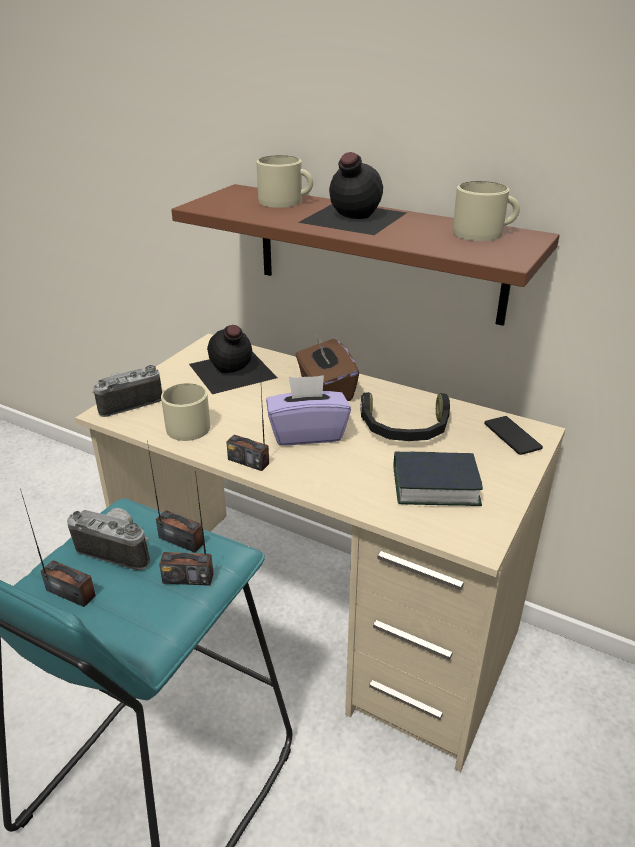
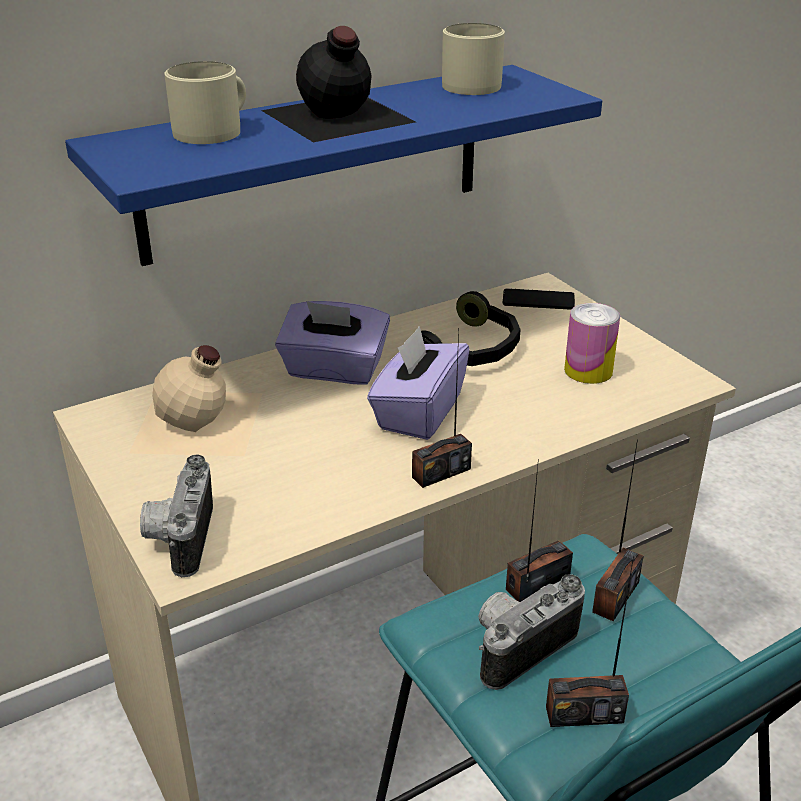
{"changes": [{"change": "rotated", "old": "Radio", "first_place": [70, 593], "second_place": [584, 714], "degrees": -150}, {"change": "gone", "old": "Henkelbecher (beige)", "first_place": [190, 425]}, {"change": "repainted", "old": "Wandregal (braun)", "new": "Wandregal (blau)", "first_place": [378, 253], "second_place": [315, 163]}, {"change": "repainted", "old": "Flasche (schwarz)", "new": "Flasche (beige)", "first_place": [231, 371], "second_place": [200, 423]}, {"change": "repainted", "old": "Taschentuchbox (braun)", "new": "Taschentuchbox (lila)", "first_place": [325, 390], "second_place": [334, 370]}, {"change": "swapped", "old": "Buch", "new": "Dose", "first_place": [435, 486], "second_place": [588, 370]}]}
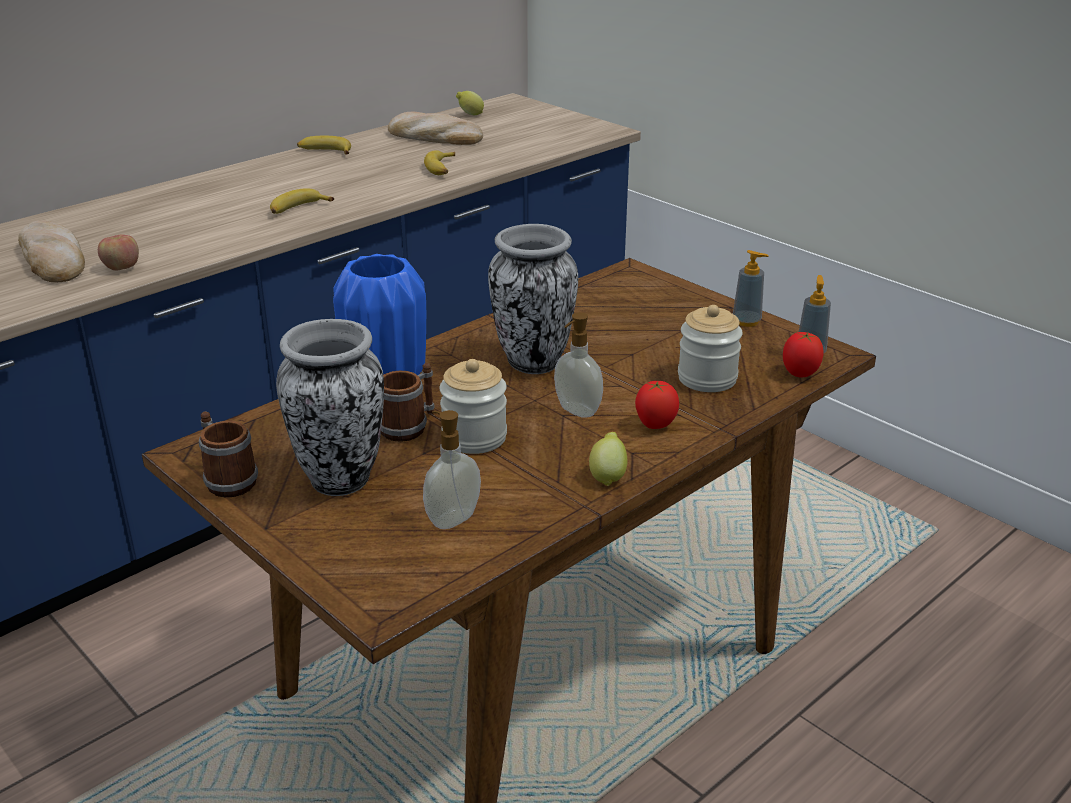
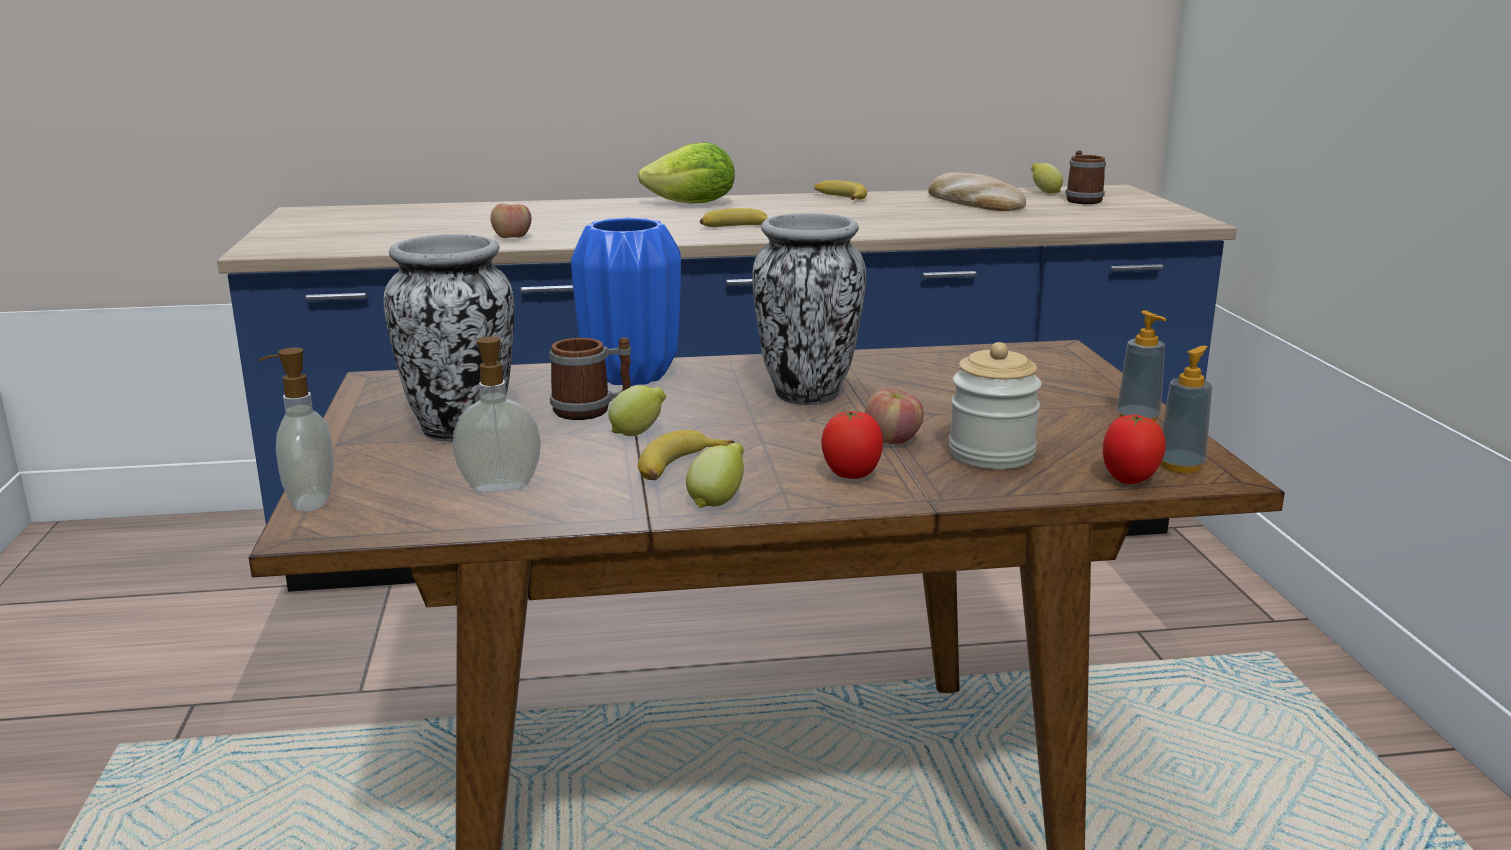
{"changes": [{"change": "gone", "old": "Brot", "first_place": [54, 259]}, {"change": "shifted", "old": "Henkelbecher", "first_place": [227, 479], "second_place": [1081, 200]}, {"change": "shifted", "old": "Banane", "first_place": [442, 169], "second_place": [679, 468]}, {"change": "swapped", "old": "Vorratsglas", "new": "Zitrone", "first_place": [474, 437], "second_place": [638, 434]}, {"change": "shifted", "old": "Seifenspender", "first_place": [576, 411], "second_place": [308, 502]}, {"change": "new", "new": "Salatkopf", "second_place": [693, 204]}, {"change": "new", "new": "Apfel", "second_place": [892, 441]}]}
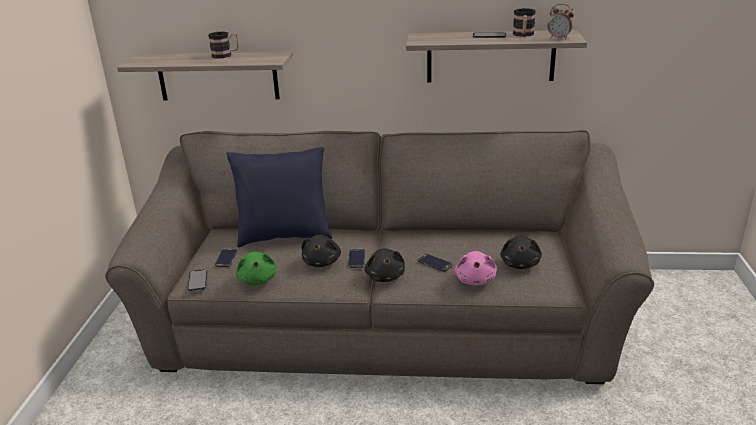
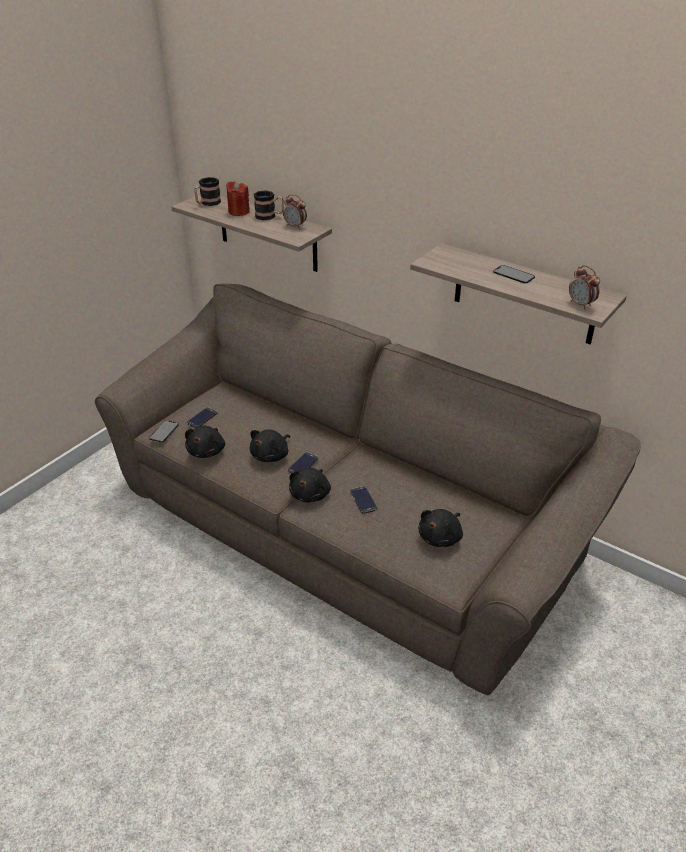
{"changes": [{"change": "gone", "old": "Kissen (blau)", "first_place": [284, 236]}, {"change": "repainted", "old": "Plüschtier (grün)", "new": "Plüschtier (schwarz)", "first_place": [258, 279], "second_place": [207, 451]}, {"change": "gone", "old": "Plüschtier (rosa)", "first_place": [475, 280]}, {"change": "shifted", "old": "Henkelbecher", "first_place": [523, 35], "second_place": [207, 203]}, {"change": "new", "new": "Kerze (rot)", "second_place": [239, 212]}, {"change": "new", "new": "Wecker", "second_place": [295, 226]}]}
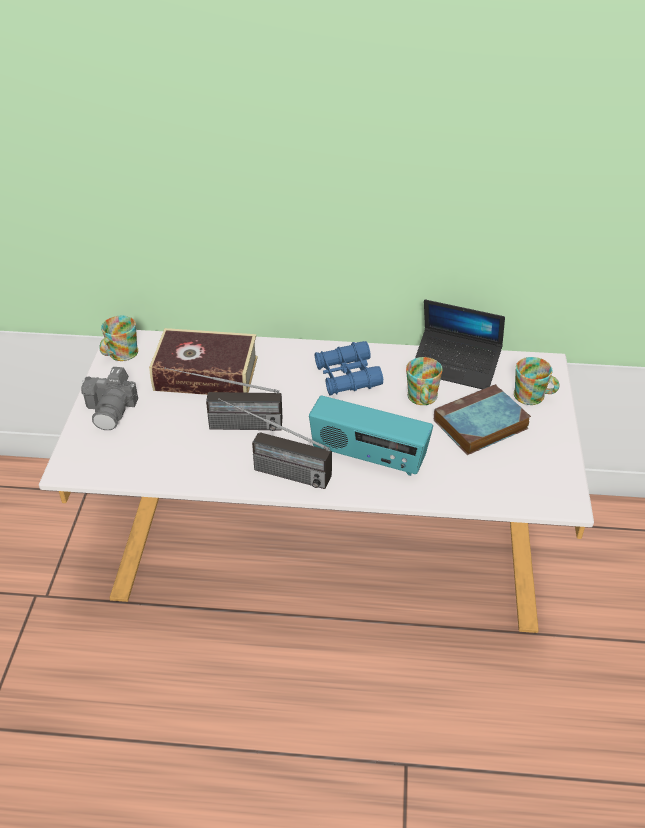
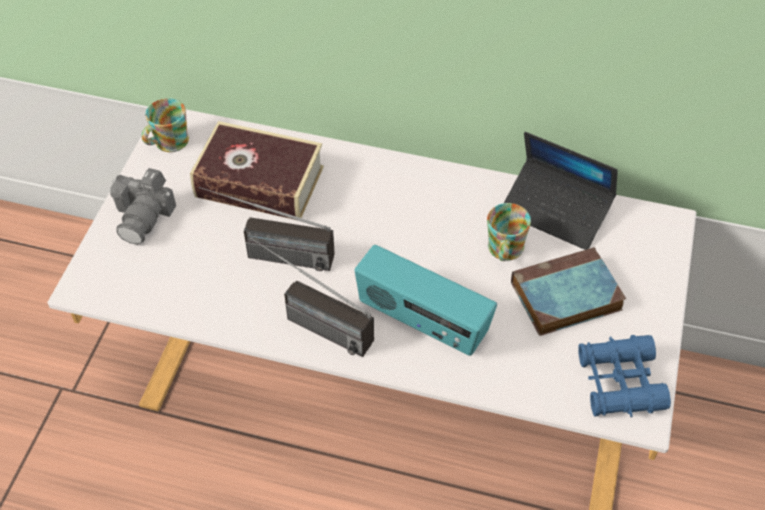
{"changes": [{"change": "shifted", "old": "Fernglas (blau)", "first_place": [347, 376], "second_place": [619, 383]}, {"change": "gone", "old": "Henkelbecher", "first_place": [533, 396]}]}
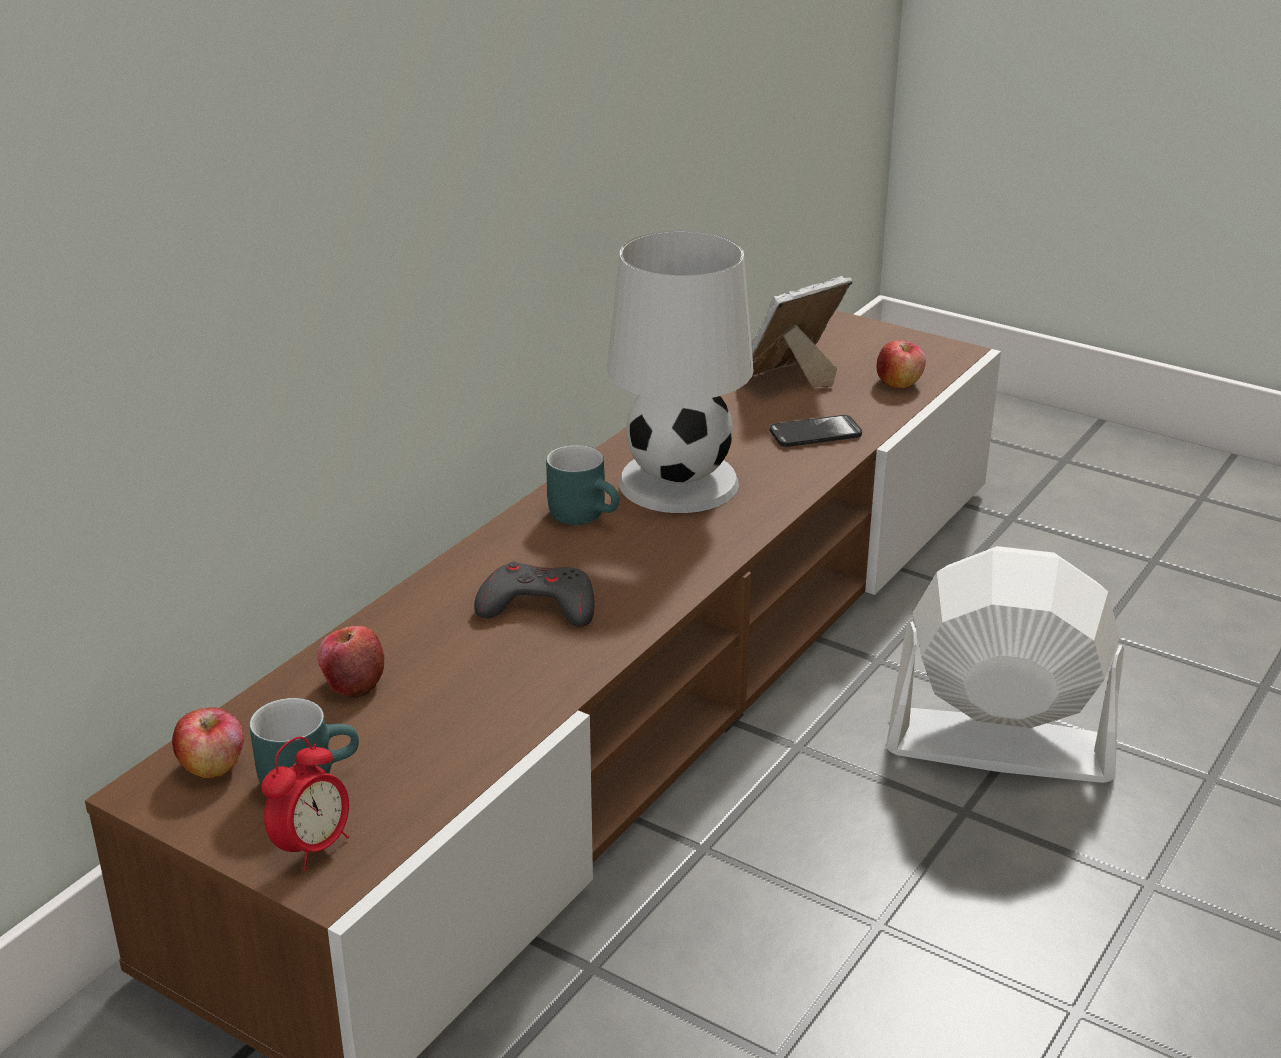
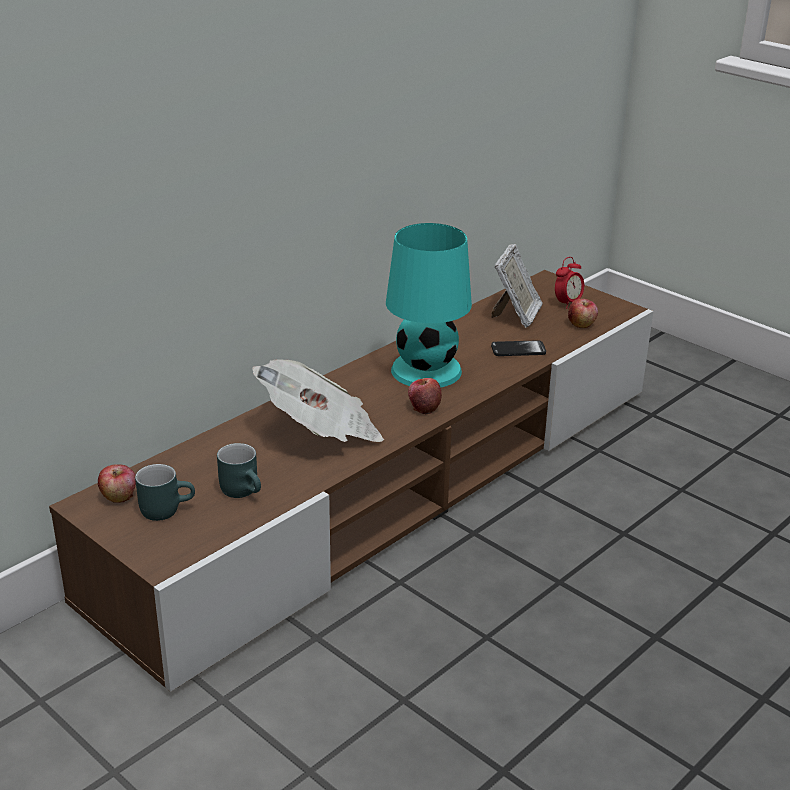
{"changes": [{"change": "shifted", "old": "Wecker", "first_place": [312, 847], "second_place": [567, 303]}, {"change": "shifted", "old": "Apfel", "first_place": [353, 683], "second_place": [424, 407]}, {"change": "swapped", "old": "Gamepad (grau)", "new": "Zeitung", "first_place": [538, 605], "second_place": [321, 431]}, {"change": "shifted", "old": "Henkelbecher (türkis)", "first_place": [586, 514], "second_place": [244, 490]}, {"change": "repainted", "old": "Tischlampe (weiß)", "new": "Tischlampe (türkis)", "first_place": [677, 482], "second_place": [425, 370]}, {"change": "rotated", "old": "Bilderrahmen", "first_place": [790, 379], "second_place": [516, 315], "degrees": 135}, {"change": "gone", "old": "Ventilator (weiß)", "first_place": [998, 745]}]}
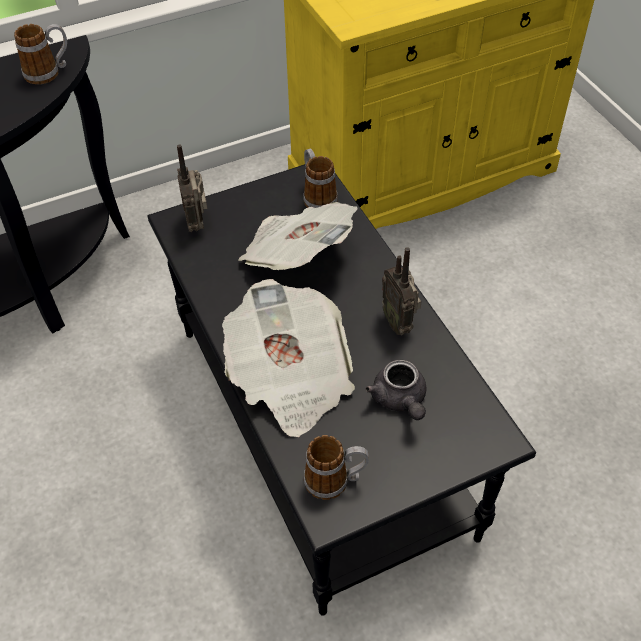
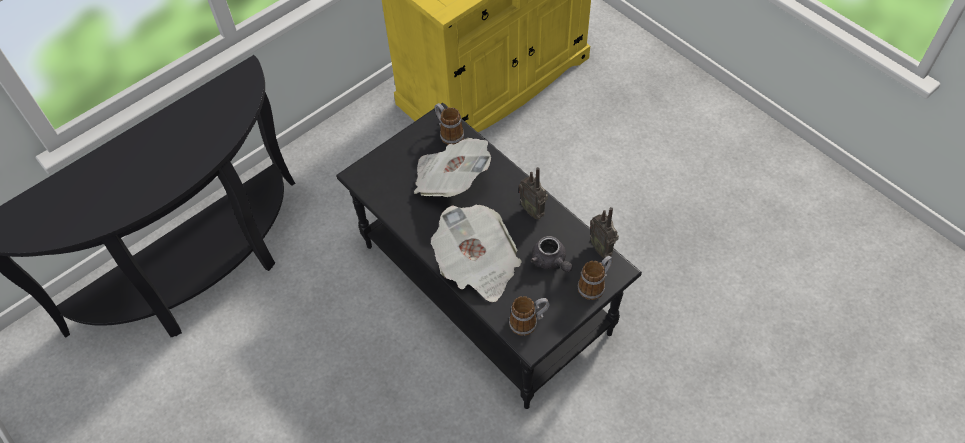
{"changes": [{"change": "shifted", "old": "Henkelbecher", "first_place": [49, 72], "second_place": [595, 285]}, {"change": "shifted", "old": "Radio", "first_place": [197, 223], "second_place": [602, 248]}]}
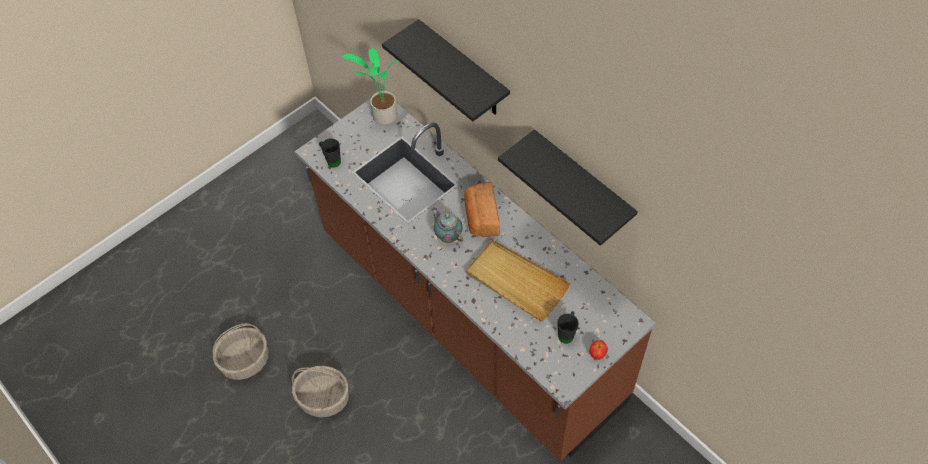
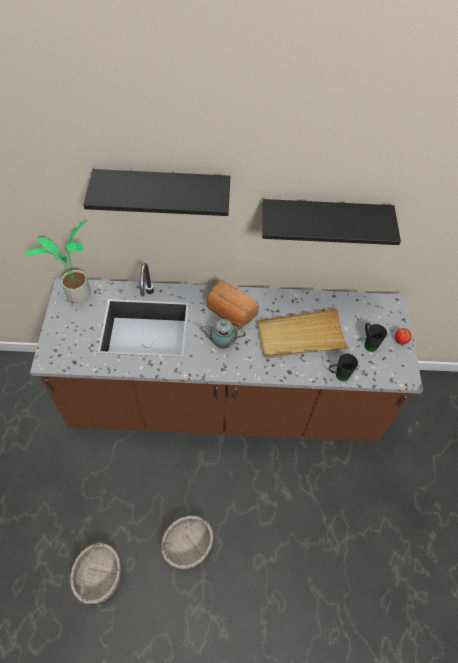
{"changes": [{"change": "shifted", "old": "Henkelbecher (schwarz)", "first_place": [331, 160], "second_place": [338, 375]}]}
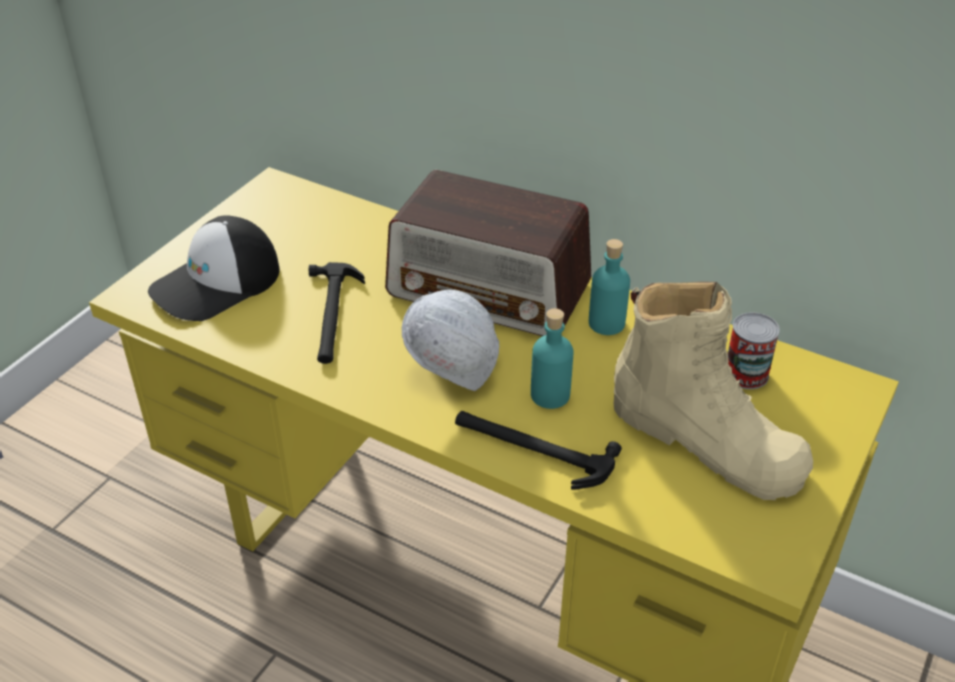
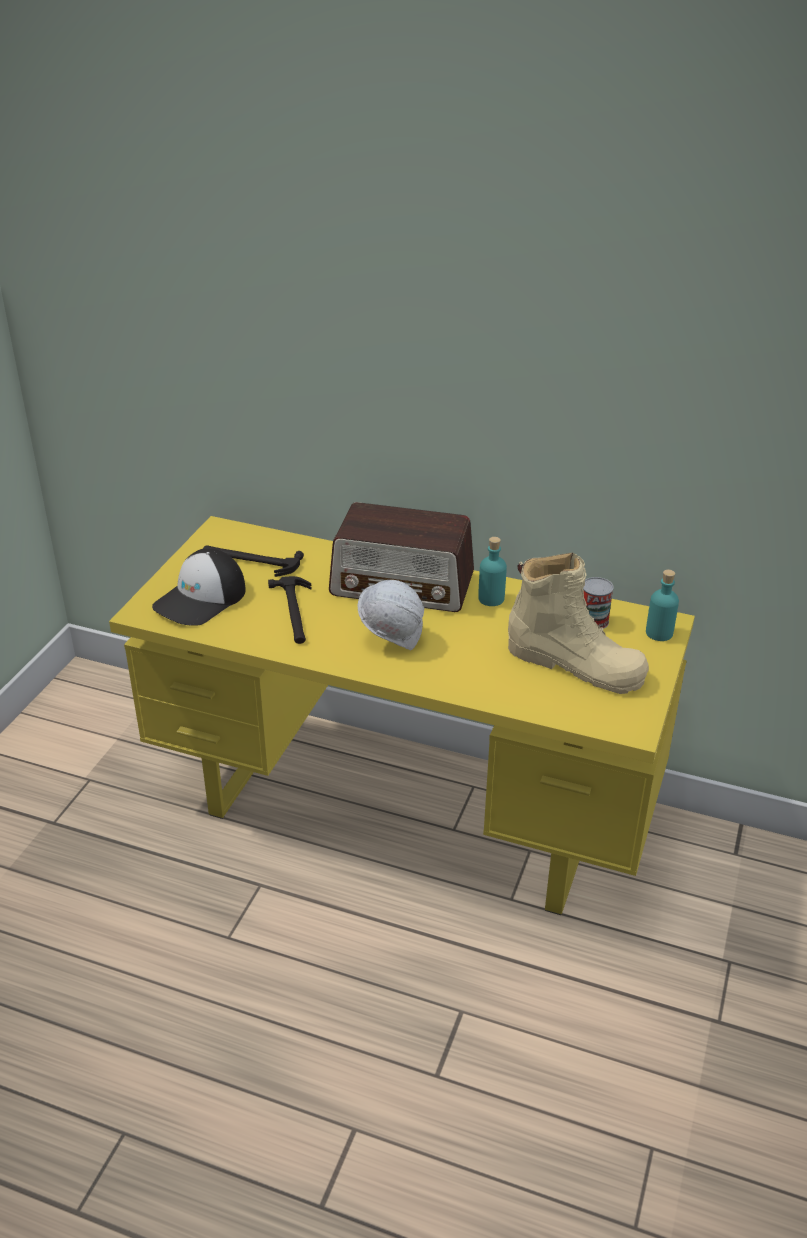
{"changes": [{"change": "shifted", "old": "Hammer", "first_place": [532, 449], "second_place": [250, 561]}, {"change": "shifted", "old": "Flasche (türkis)", "first_place": [550, 395], "second_place": [659, 633]}]}
